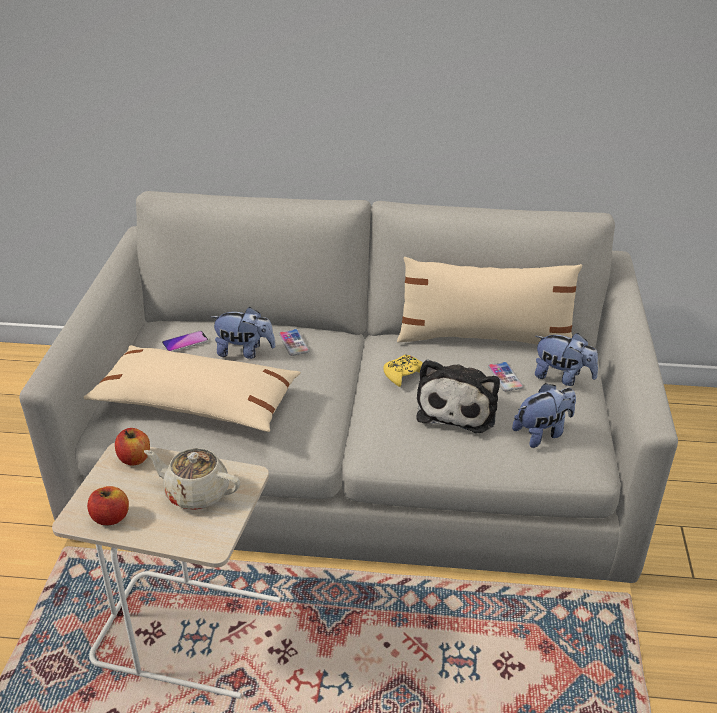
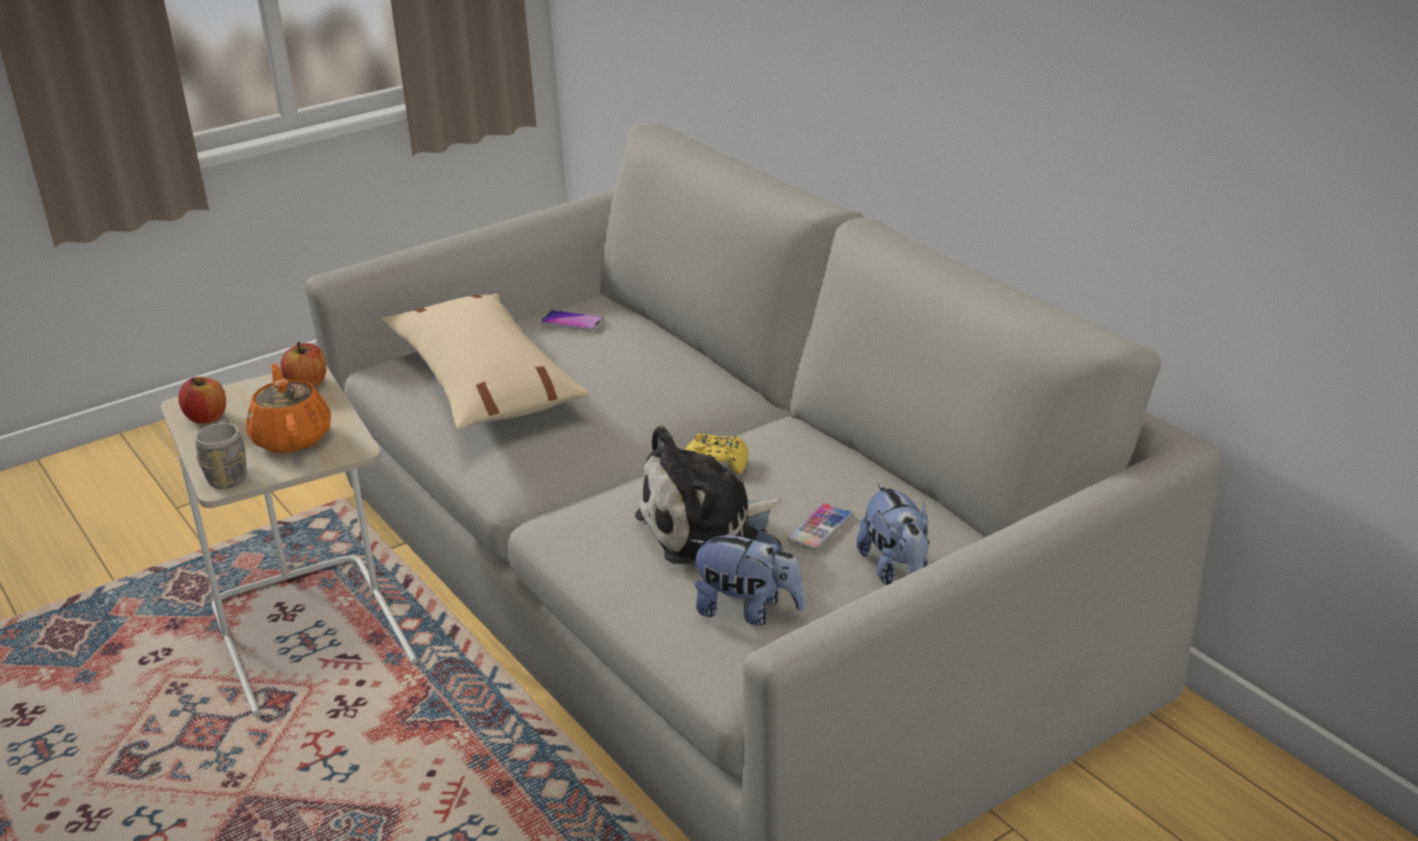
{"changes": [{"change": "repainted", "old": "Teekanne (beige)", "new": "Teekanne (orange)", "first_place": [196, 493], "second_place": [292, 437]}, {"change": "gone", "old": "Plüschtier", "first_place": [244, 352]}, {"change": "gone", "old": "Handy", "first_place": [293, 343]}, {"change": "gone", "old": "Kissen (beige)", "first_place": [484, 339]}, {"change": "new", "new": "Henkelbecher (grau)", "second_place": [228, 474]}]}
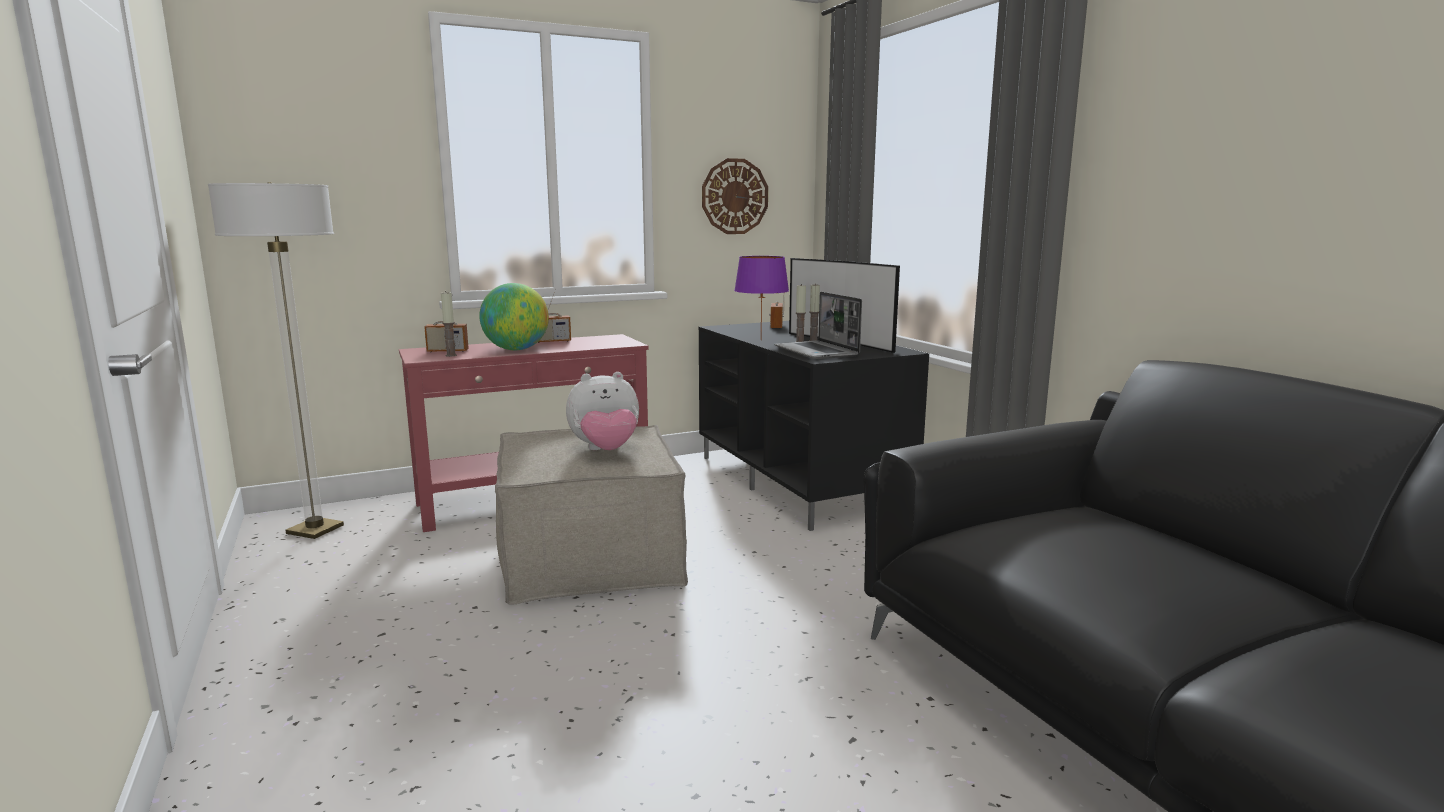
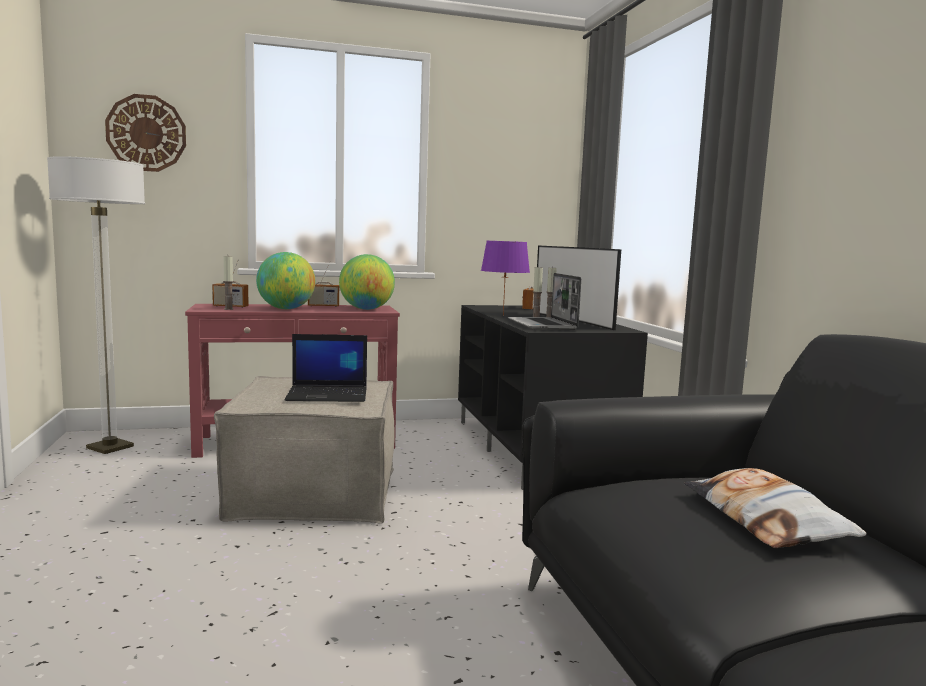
{"changes": [{"change": "swapped", "old": "Plüschtier", "new": "Laptop", "first_place": [605, 451], "second_place": [328, 395]}, {"change": "shifted", "old": "Wanduhr", "first_place": [734, 196], "second_place": [146, 133]}, {"change": "new", "new": "Globus", "second_place": [366, 309]}, {"change": "new", "new": "Kissen", "second_place": [765, 520]}]}
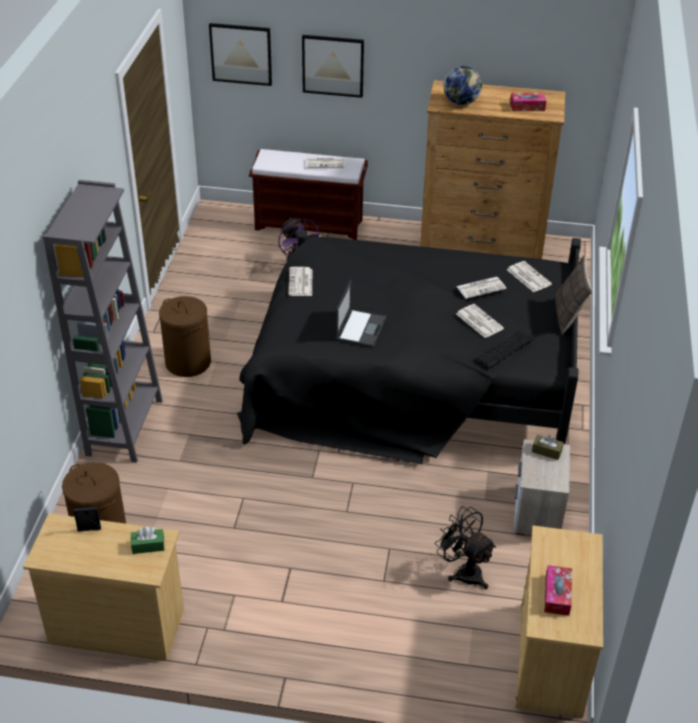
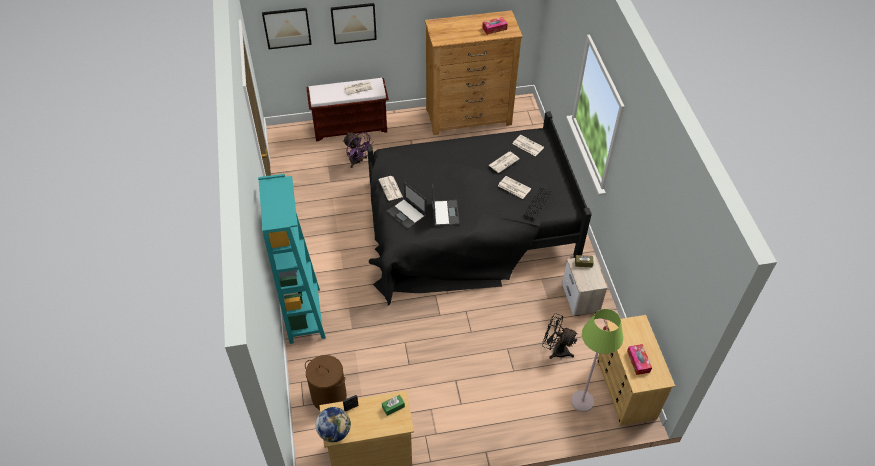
{"changes": [{"change": "repainted", "old": "Bücherregal (grau)", "new": "Bücherregal (türkis)", "first_place": [125, 427], "second_place": [305, 315]}, {"change": "gone", "old": "Wäschekorb (braun)", "first_place": [188, 362]}, {"change": "shifted", "old": "Globus", "first_place": [461, 102], "second_place": [334, 431]}, {"change": "gone", "old": "Kissen", "first_place": [568, 317]}, {"change": "new", "new": "Laptop", "second_place": [407, 214]}, {"change": "new", "new": "Stehlampe (grün)", "second_place": [582, 401]}]}
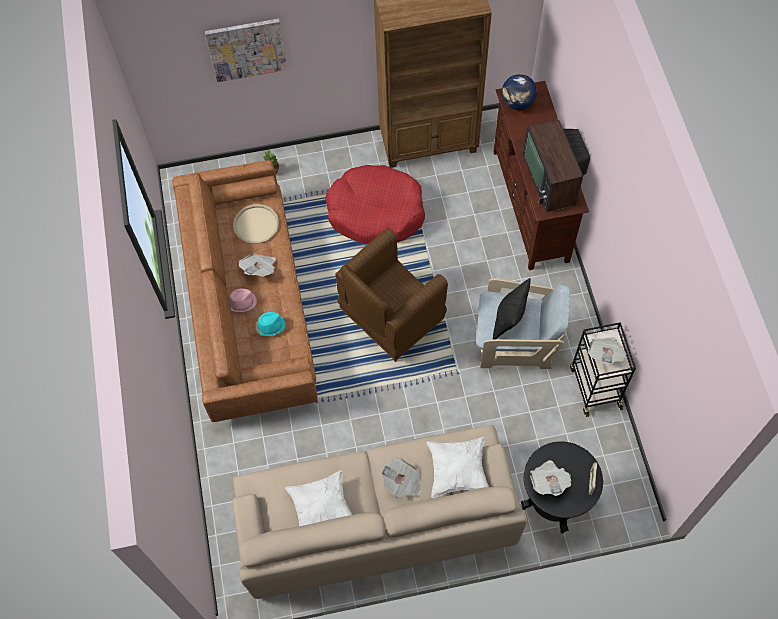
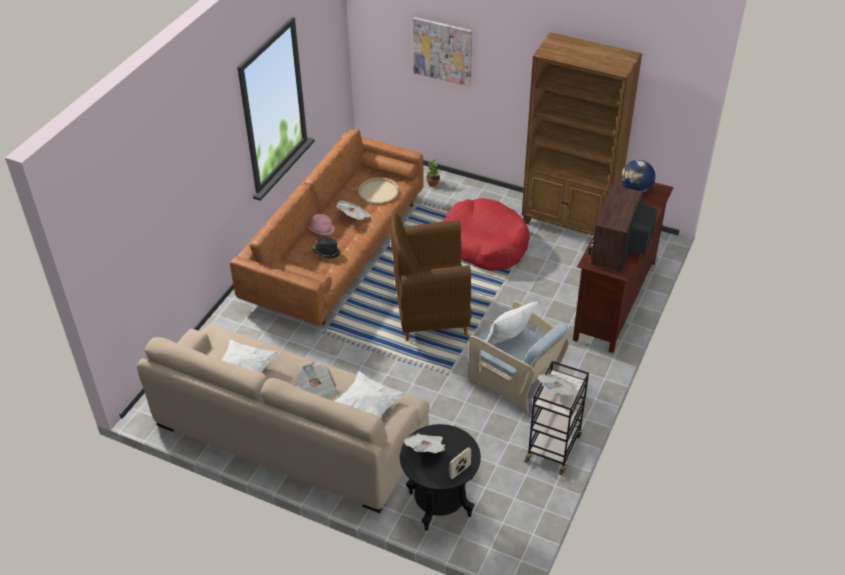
{"changes": [{"change": "repainted", "old": "Hut (türkis)", "new": "Hut (schwarz)", "first_place": [270, 326], "second_place": [326, 252]}, {"change": "repainted", "old": "Kissen (schwarz)", "new": "Kissen (weiß)", "first_place": [509, 320], "second_place": [508, 342]}]}
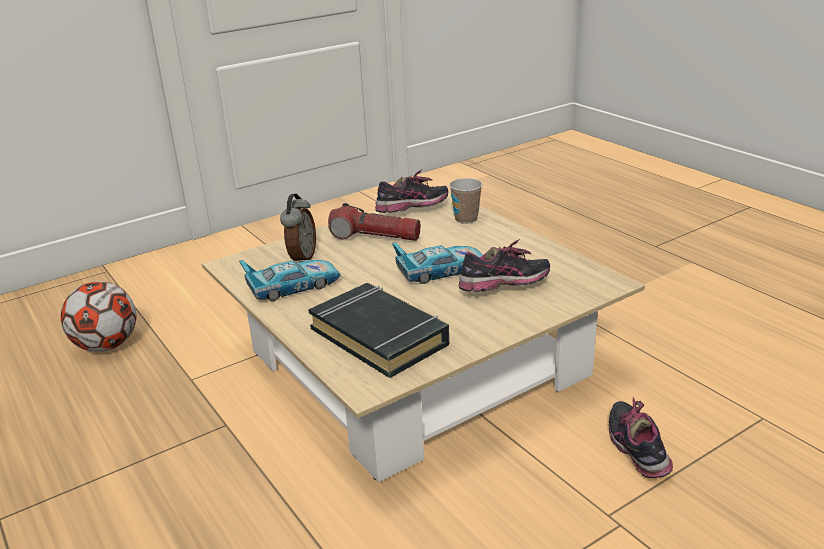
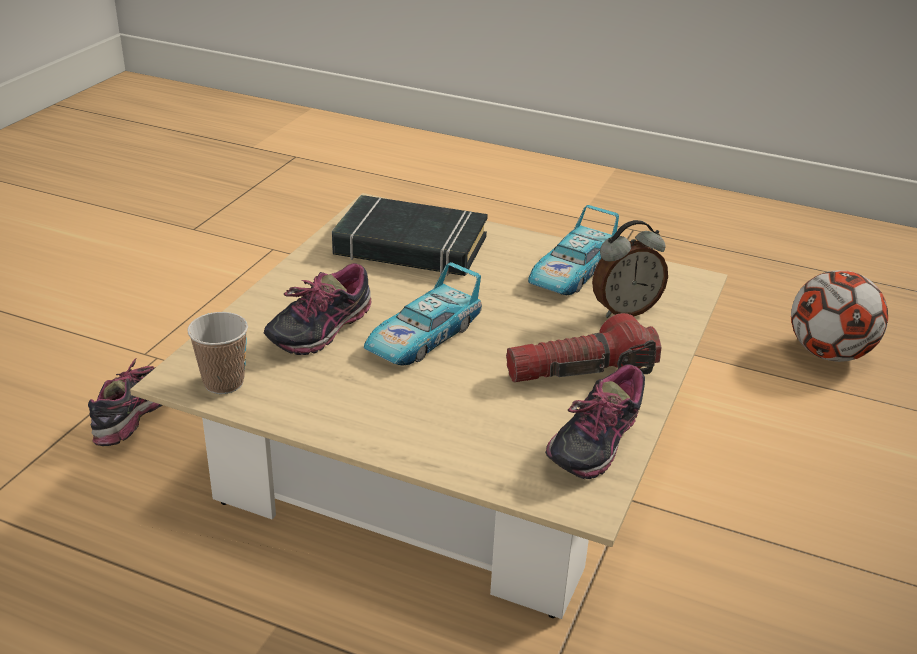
{"changes": [{"change": "rotated", "old": "Wecker", "first_place": [301, 258], "second_place": [624, 310], "degrees": -90}, {"change": "shifted", "old": "Tasse", "first_place": [466, 219], "second_place": [224, 383]}, {"change": "rotated", "old": "Schuh", "first_place": [637, 451], "second_place": [136, 421], "degrees": -120}]}
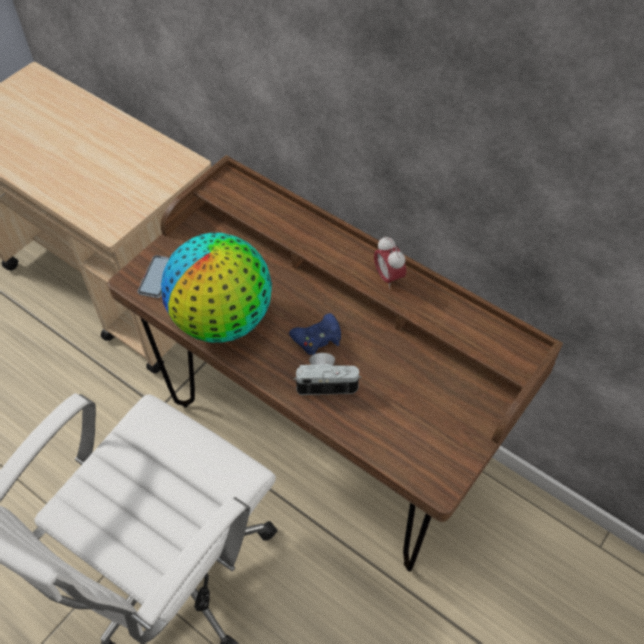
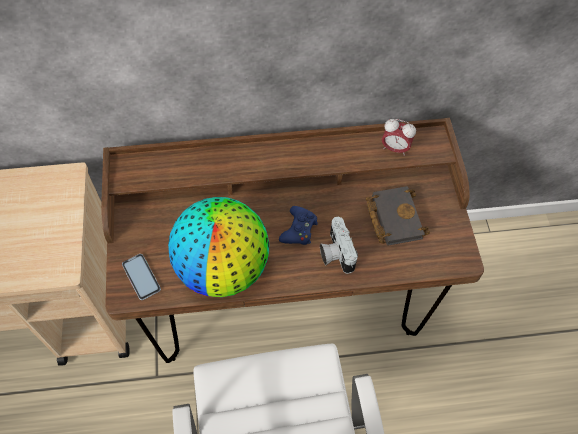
{"changes": [{"change": "rotated", "old": "Kamera", "first_place": [327, 381], "second_place": [335, 252], "degrees": -60}, {"change": "shifted", "old": "Wecker", "first_place": [388, 277], "second_place": [395, 148]}, {"change": "new", "new": "Buch (schwarz)", "second_place": [393, 217]}]}
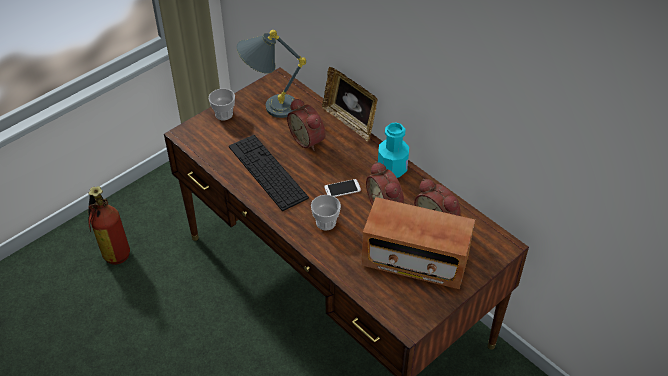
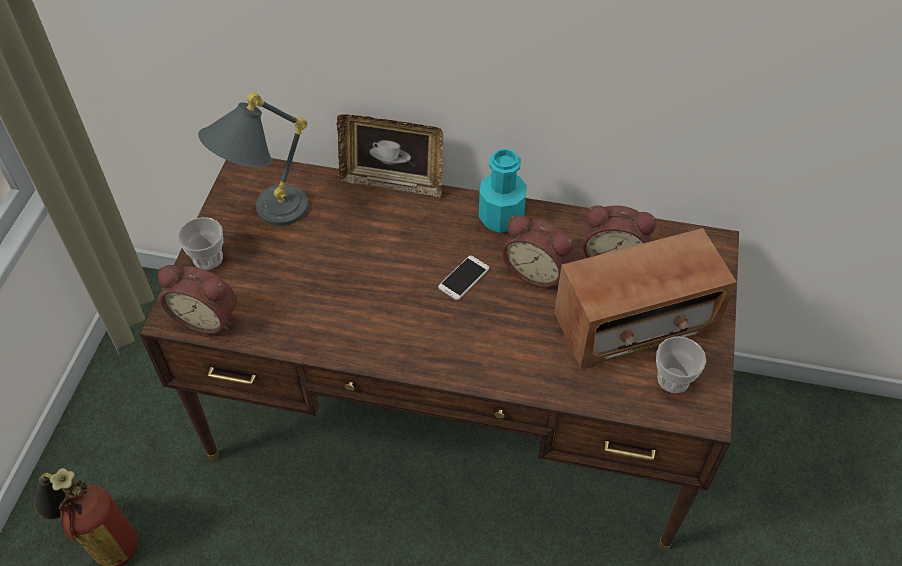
{"changes": [{"change": "gone", "old": "Tastatur", "first_place": [267, 172]}, {"change": "shifted", "old": "Wecker", "first_place": [308, 139], "second_place": [207, 317]}, {"change": "shifted", "old": "Tasse", "first_place": [326, 222], "second_place": [673, 379]}]}
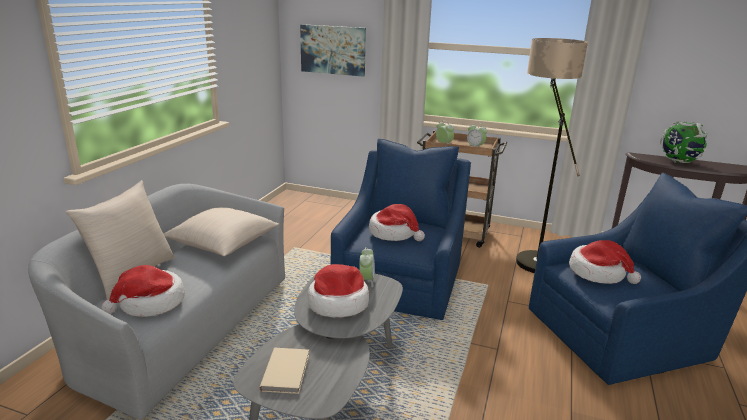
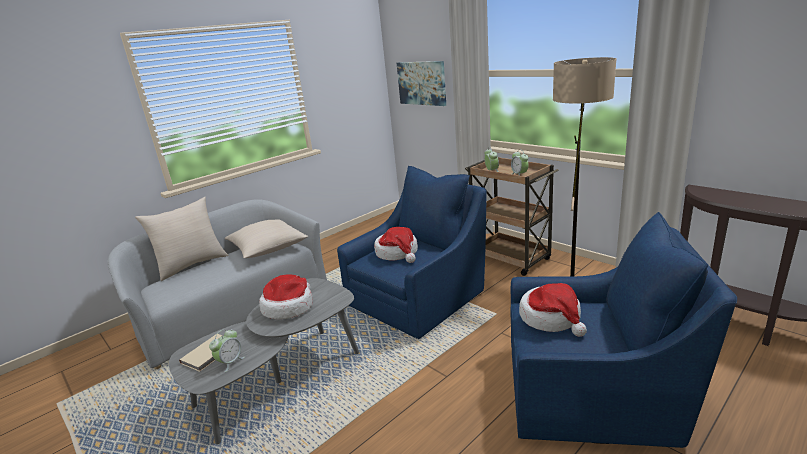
{"changes": [{"change": "gone", "old": "Hut", "first_place": [150, 303]}, {"change": "shifted", "old": "Wecker", "first_place": [366, 280], "second_place": [230, 362]}, {"change": "gone", "old": "Globus", "first_place": [678, 162]}]}
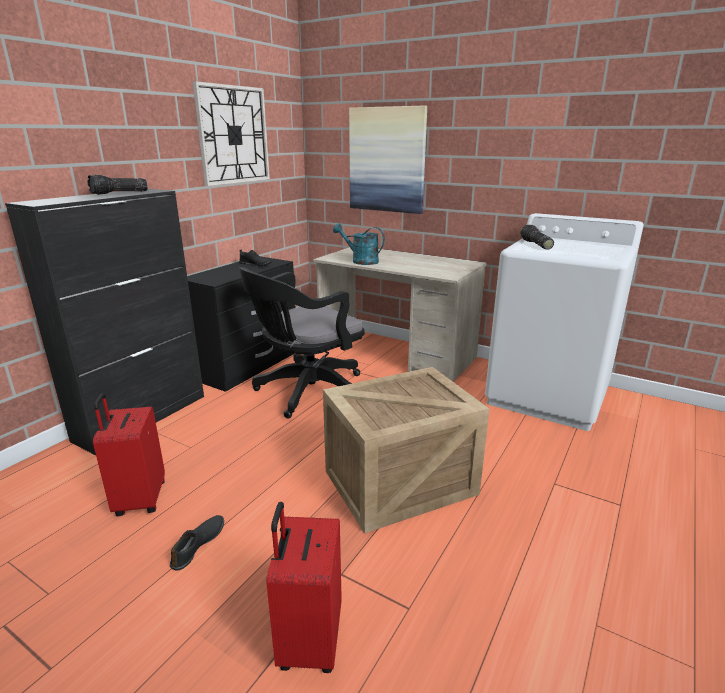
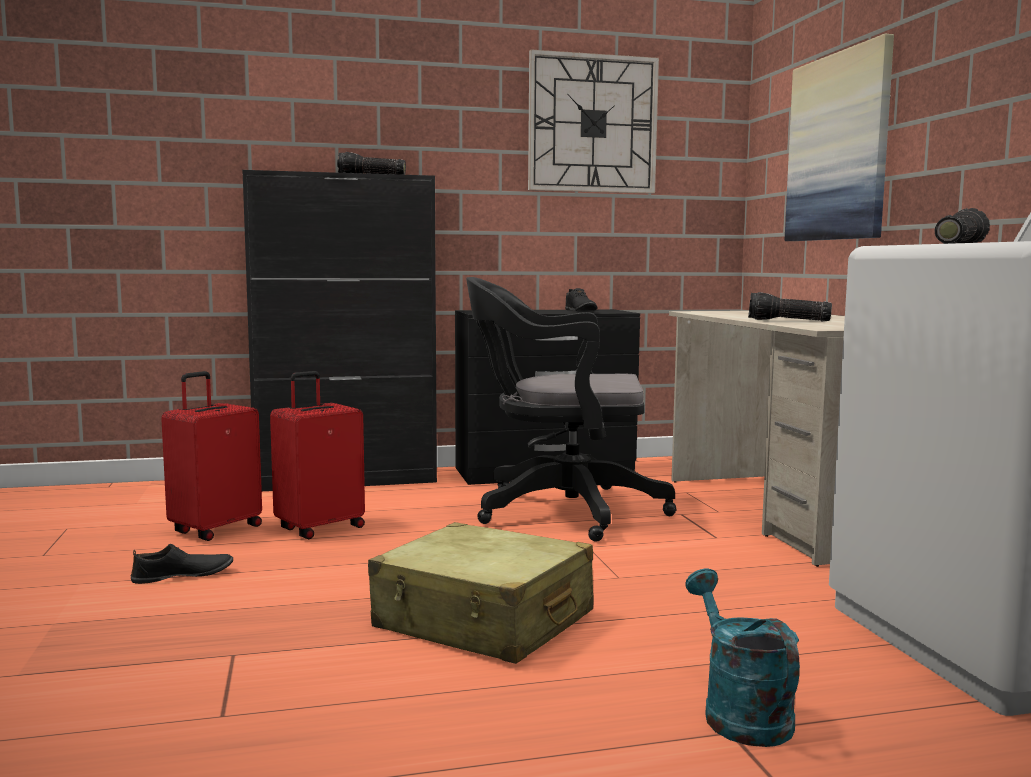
{"changes": [{"change": "shifted", "old": "Koffer (rot)", "first_place": [308, 640], "second_place": [319, 528]}, {"change": "swapped", "old": "Kiste", "new": "Koffer (beige)", "first_place": [401, 481], "second_place": [483, 621]}, {"change": "shifted", "old": "Gießkanne (türkis)", "first_place": [360, 261], "second_place": [739, 712]}, {"change": "new", "new": "Taschenlampe", "second_place": [787, 320]}]}
